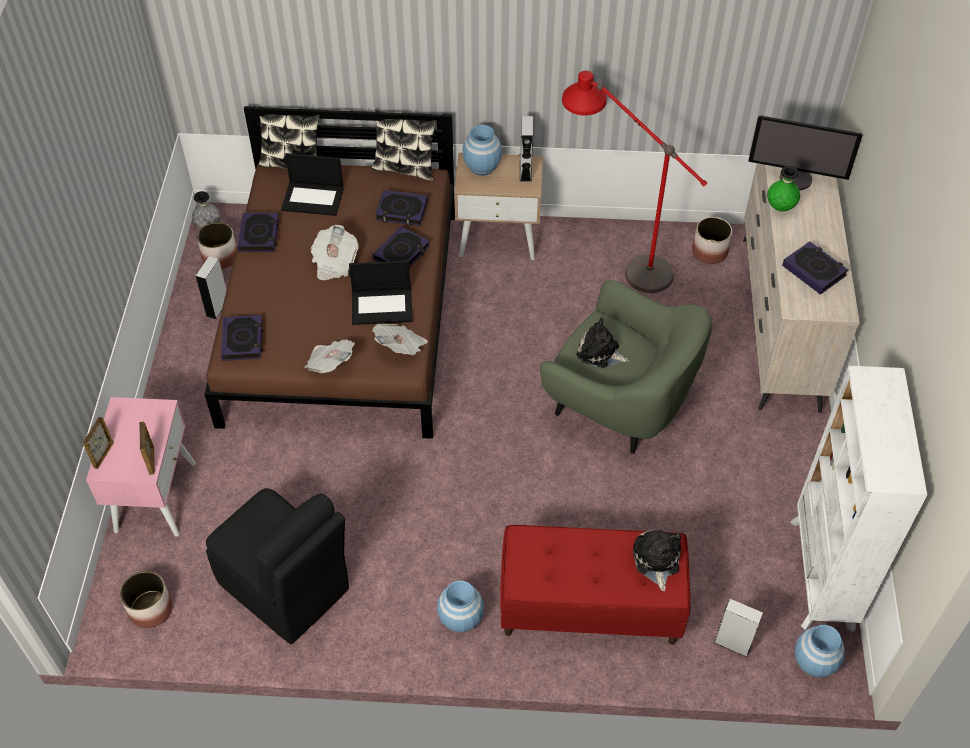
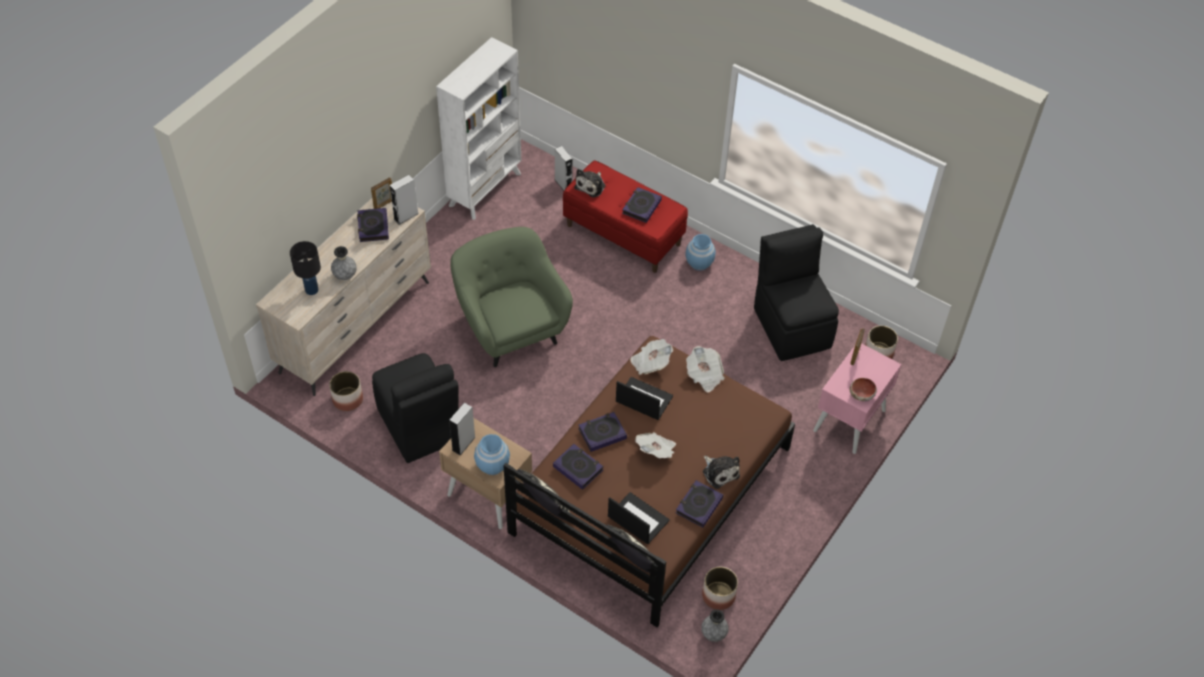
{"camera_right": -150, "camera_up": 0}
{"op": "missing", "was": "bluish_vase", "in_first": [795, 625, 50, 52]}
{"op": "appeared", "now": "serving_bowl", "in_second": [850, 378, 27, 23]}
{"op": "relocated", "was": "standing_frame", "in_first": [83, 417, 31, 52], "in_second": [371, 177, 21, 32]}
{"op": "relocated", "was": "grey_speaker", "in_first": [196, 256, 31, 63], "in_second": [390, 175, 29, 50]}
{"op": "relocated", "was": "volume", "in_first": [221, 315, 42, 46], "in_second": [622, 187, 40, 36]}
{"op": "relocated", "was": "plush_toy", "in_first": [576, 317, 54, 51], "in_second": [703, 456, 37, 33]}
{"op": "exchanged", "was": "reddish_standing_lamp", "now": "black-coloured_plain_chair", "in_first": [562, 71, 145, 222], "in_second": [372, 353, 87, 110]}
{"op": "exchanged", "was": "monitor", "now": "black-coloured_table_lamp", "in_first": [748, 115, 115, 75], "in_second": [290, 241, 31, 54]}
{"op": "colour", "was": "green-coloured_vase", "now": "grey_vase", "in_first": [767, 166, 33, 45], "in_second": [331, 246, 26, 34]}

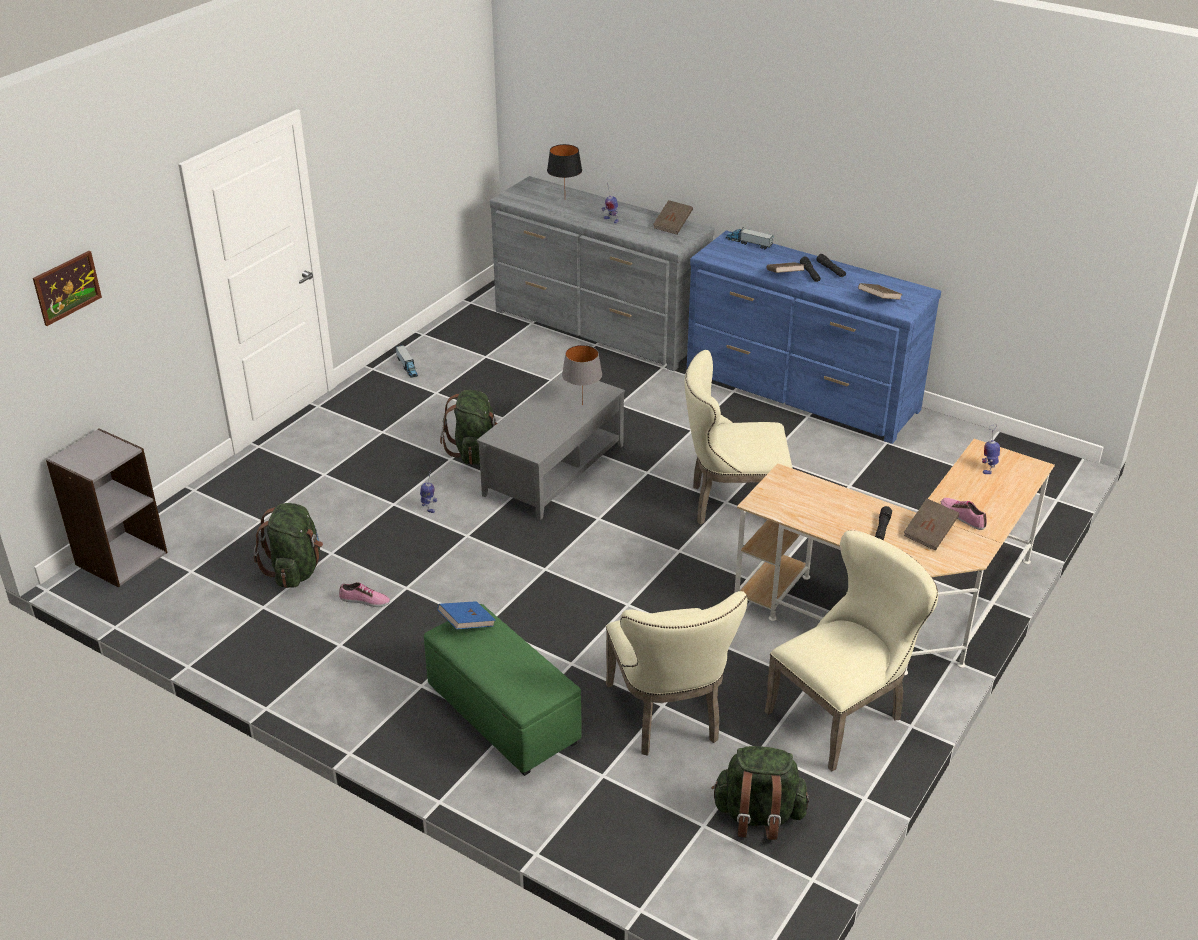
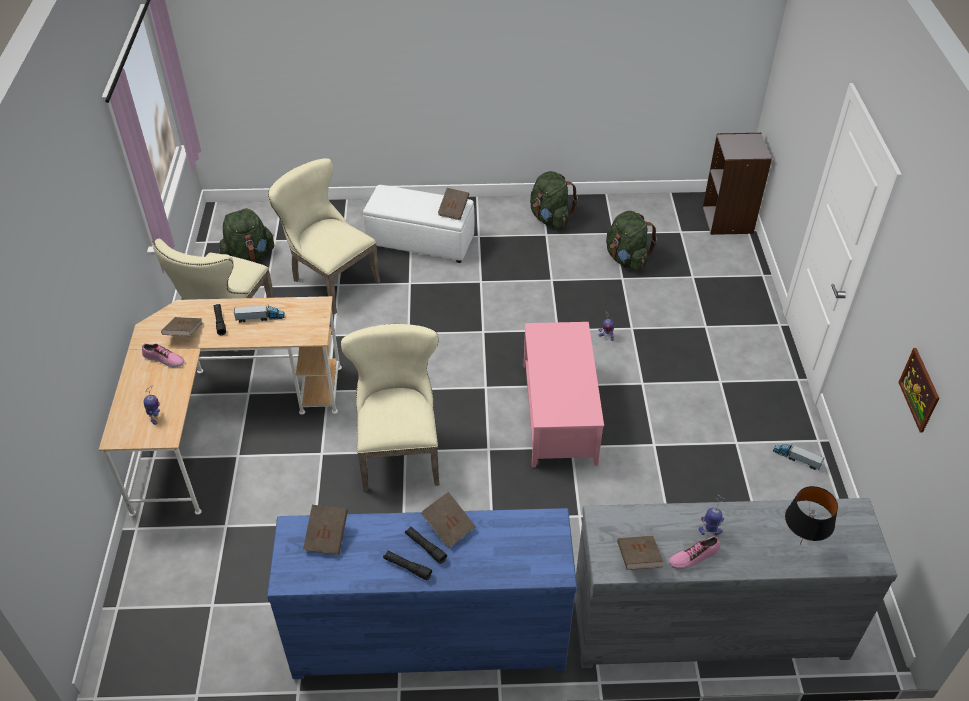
{"camera_right": 145, "camera_up": 10}
{"op": "missing", "was": "grey_table_lamp", "in_first": [562, 345, 40, 60]}
{"op": "relocated", "was": "wall_art", "in_first": [33, 251, 69, 75], "in_second": [898, 348, 41, 84]}
{"op": "relocated", "was": "low_shoe", "in_first": [339, 582, 51, 25], "in_second": [669, 536, 51, 34]}
{"op": "relocated", "was": "green-coloured_knapsack", "in_first": [440, 390, 57, 75], "in_second": [530, 171, 48, 57]}
{"op": "relocated", "was": "toy_truck", "in_first": [726, 227, 48, 22], "in_second": [234, 305, 51, 18]}
{"op": "colour", "was": "green-coloured_ottoman", "now": "whitish_ottoman", "in_first": [424, 604, 158, 172], "in_second": [363, 185, 111, 78]}
{"op": "colour", "was": "bluish_volume", "now": "brown_volume", "in_first": [437, 601, 59, 28], "in_second": [438, 188, 31, 32]}
{"op": "colour", "was": "grey_lounge_table", "now": "pink_lounge_table", "in_first": [477, 373, 148, 147], "in_second": [524, 322, 80, 146]}
{"op": "spun", "was": "beige_plain_chair", "in_first": [684, 350, 109, 175], "in_second": [341, 324, 99, 168], "clockwise": -60}

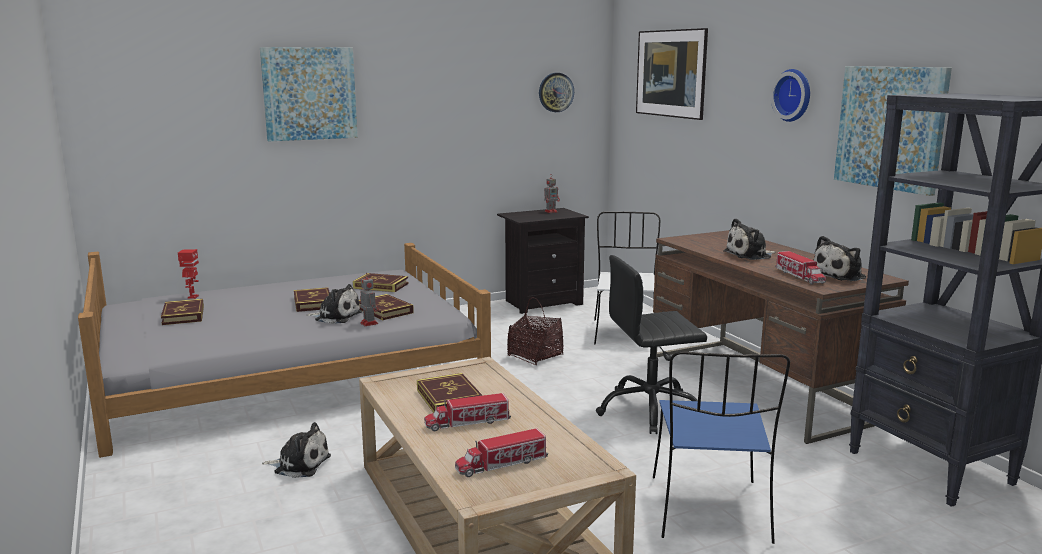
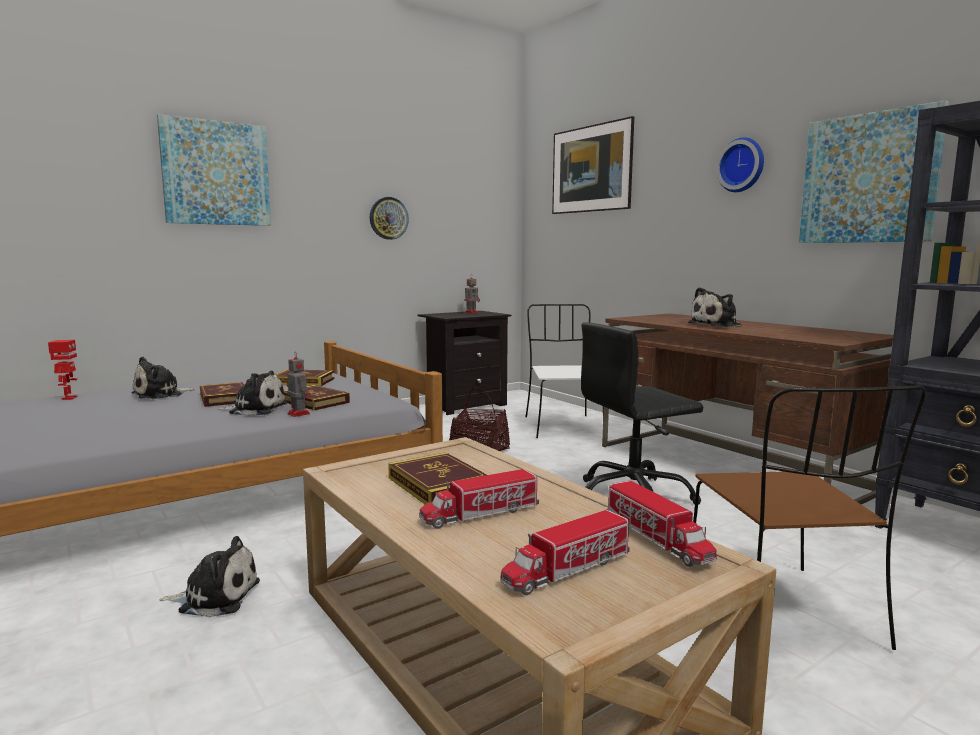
{"camera_right": -10, "camera_up": -5}
{"op": "missing", "was": "volume", "in_first": [161, 299, 43, 26]}
{"op": "relocated", "was": "wall_clock", "in_first": [539, 73, 35, 39], "in_second": [370, 197, 39, 43]}
{"op": "relocated", "was": "toy_truck", "in_first": [776, 251, 50, 34], "in_second": [607, 480, 110, 87]}
{"op": "relocated", "was": "plush_toy", "in_first": [814, 236, 52, 45], "in_second": [132, 356, 63, 43]}
{"op": "colour", "was": "bluish_plain_chair", "now": "brown_plain_chair", "in_first": [653, 351, 137, 193], "in_second": [693, 386, 233, 264]}

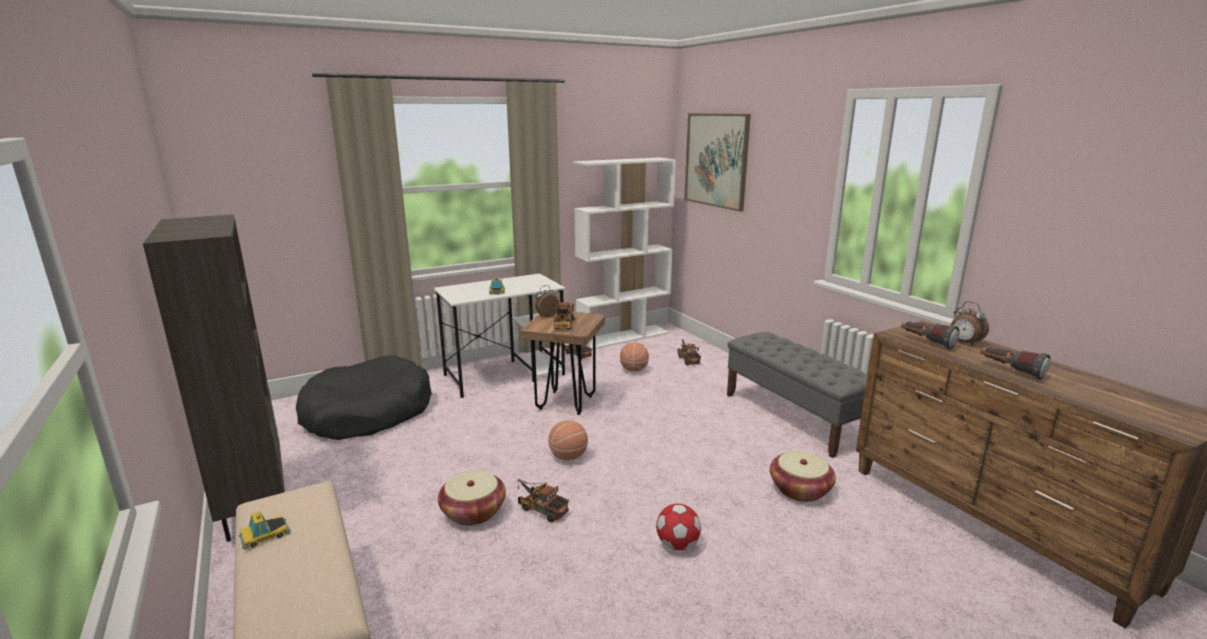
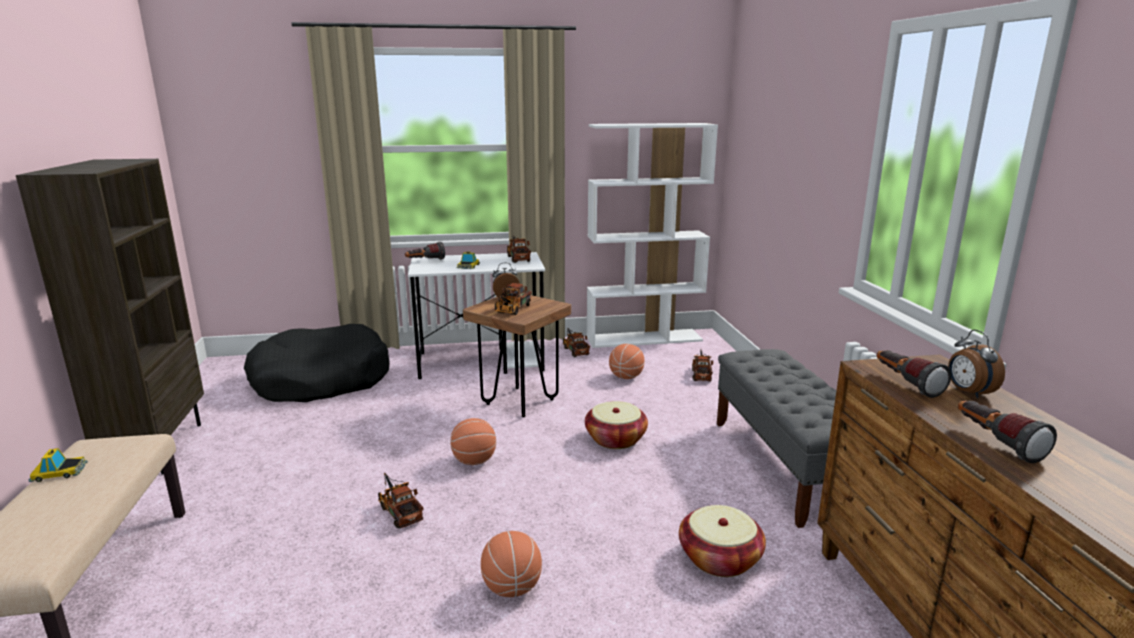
{"camera_right": 20, "camera_up": 0}
{"op": "missing", "was": "wall_art", "in_first": [684, 113, 67, 99]}
{"op": "appeared", "now": "hand_torch", "in_second": [405, 242, 40, 18]}
{"op": "appeared", "now": "toy_truck", "in_second": [507, 235, 24, 28]}
{"op": "relocated", "was": "household_basket", "in_first": [438, 470, 68, 56], "in_second": [585, 401, 63, 48]}
{"op": "exchanged", "was": "ball_for_football", "now": "ball_for_basketball", "in_first": [656, 504, 45, 46], "in_second": [481, 531, 61, 66]}

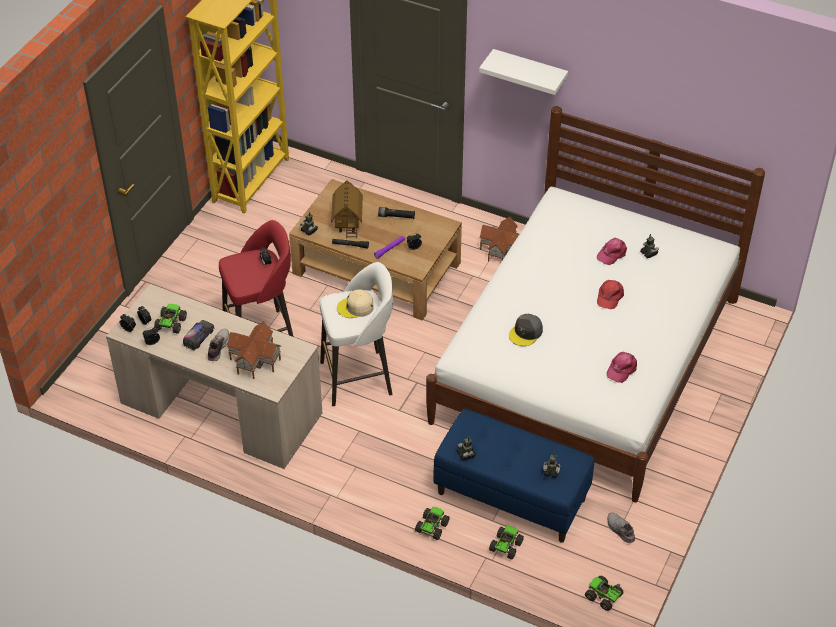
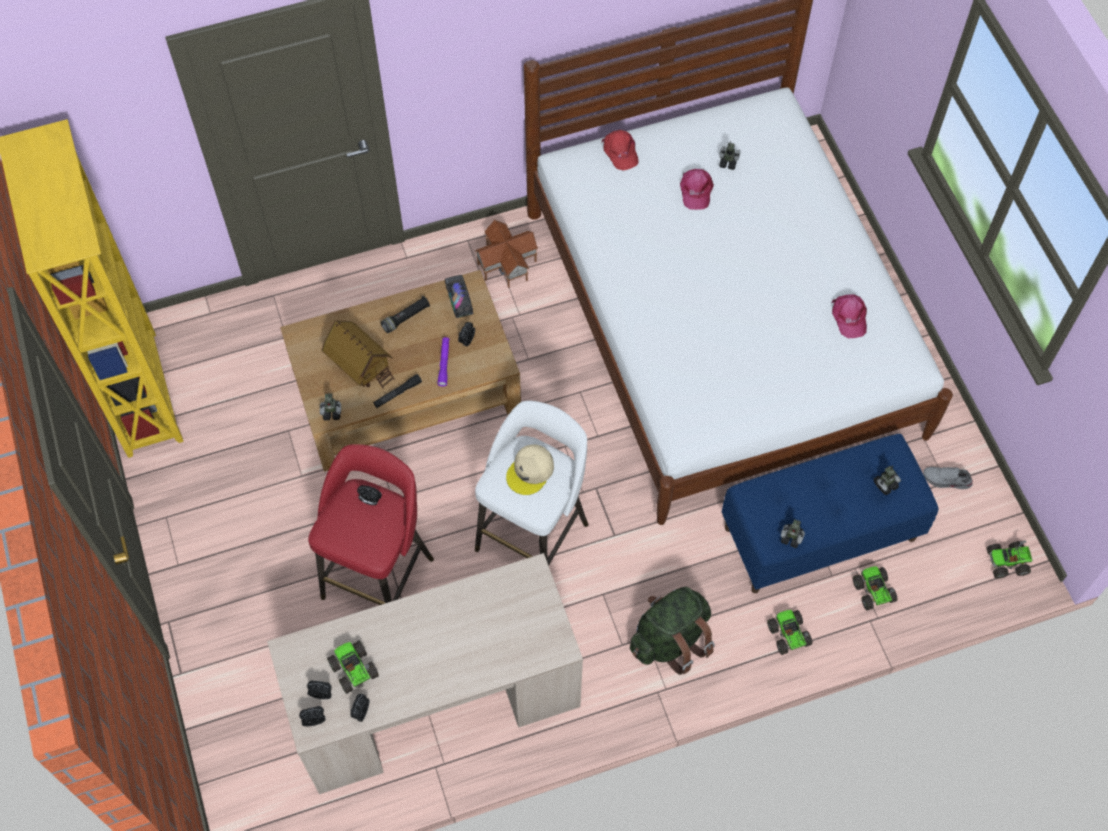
{"camera_right": -45, "camera_up": 15}
{"op": "missing", "was": "low_shoe", "in_first": [208, 328, 21, 33]}
{"op": "missing", "was": "toy_house", "in_first": [227, 322, 54, 57]}
{"op": "missing", "was": "whitish_bracket_shelf", "in_first": [479, 49, 89, 46]}
{"op": "missing", "was": "grey_cap", "in_first": [509, 314, 34, 32]}
{"op": "appeared", "now": "green-coloured_knapsack", "in_second": [630, 587, 85, 88]}
{"op": "relocated", "was": "toy_truck", "in_first": [183, 320, 31, 31], "in_second": [445, 275, 28, 43]}
{"op": "relocated", "was": "reddish_cap", "in_first": [597, 280, 27, 29], "in_second": [602, 130, 37, 41]}

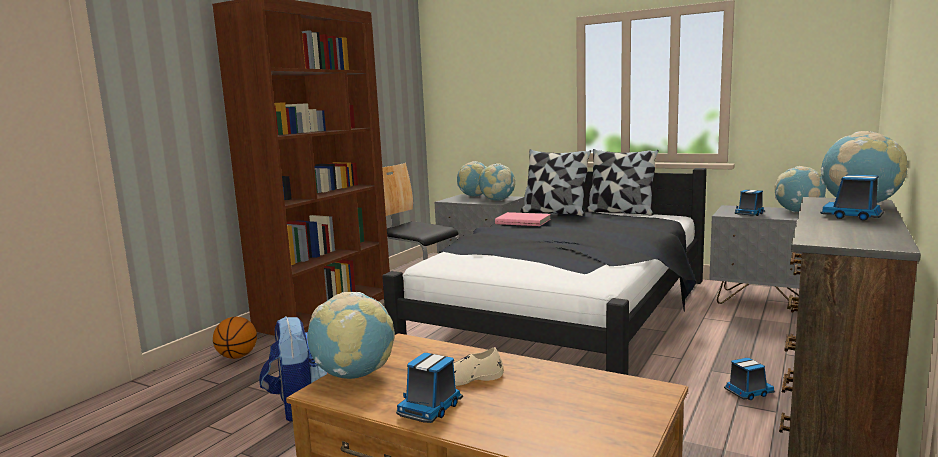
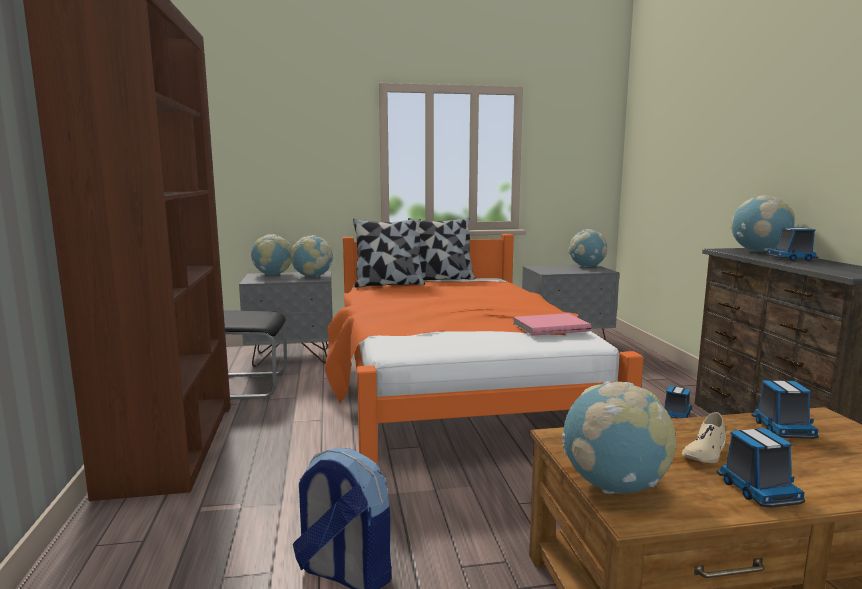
{"camera_right": -40, "camera_up": 0}
{"op": "missing", "was": "ball_for_basketball", "in_first": [213, 317, 44, 42]}
{"op": "relocated", "was": "pink_volume", "in_first": [495, 212, 56, 14], "in_second": [513, 313, 78, 23]}
{"op": "relocated", "was": "toy_truck", "in_first": [735, 190, 30, 26], "in_second": [751, 380, 68, 59]}
{"op": "colour", "was": "black-coloured_bed", "now": "orange-coloured_bed", "in_first": [382, 168, 325, 207], "in_second": [325, 234, 318, 231]}

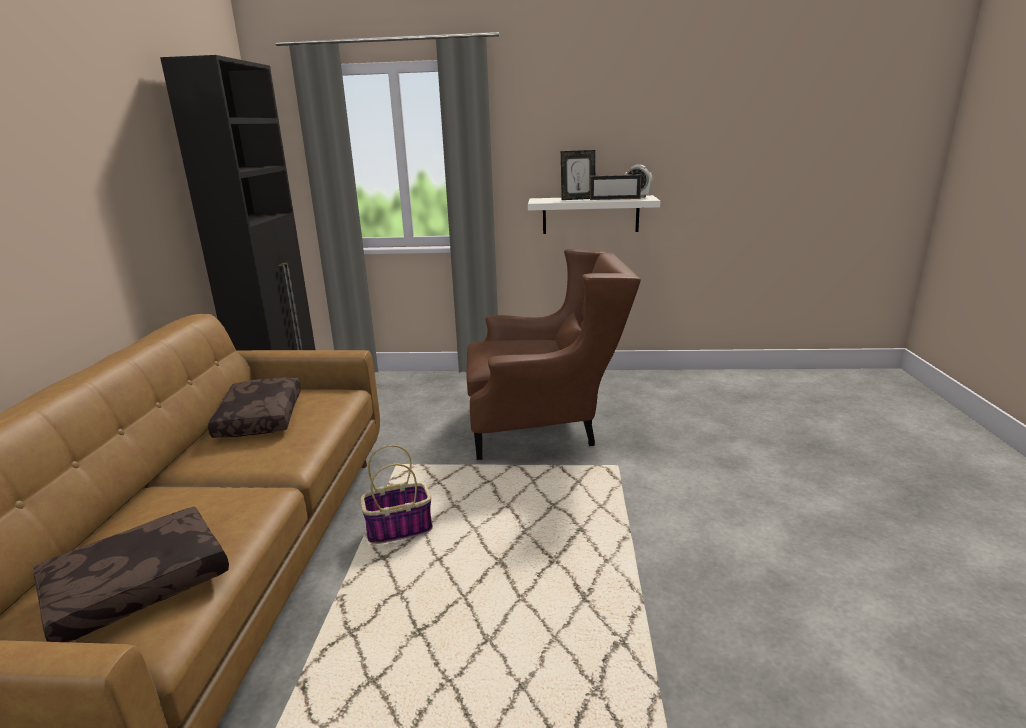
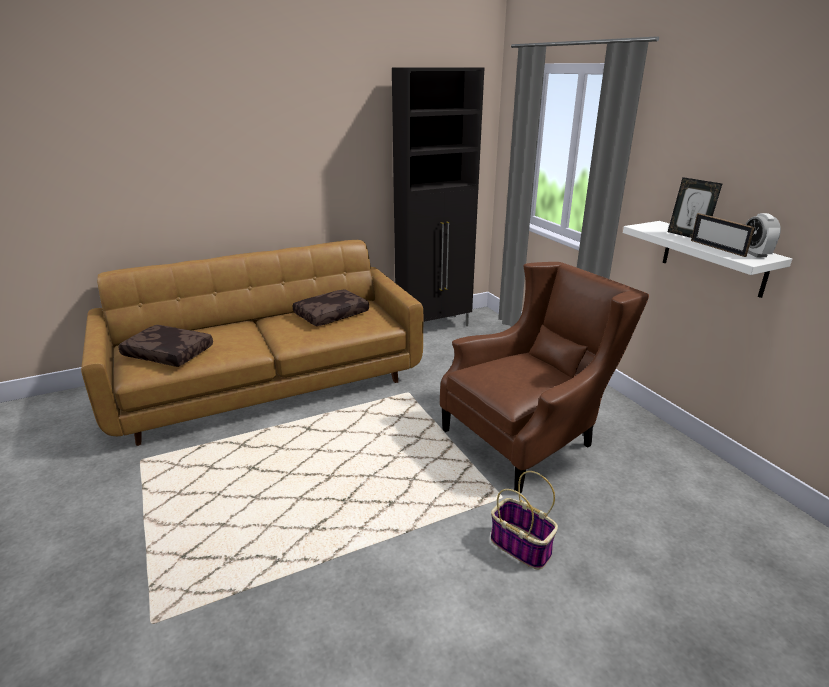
{"camera_right": 60, "camera_up": 5}
{"op": "relocated", "was": "household_basket", "in_first": [360, 445, 73, 99], "in_second": [491, 471, 67, 99]}
{"op": "spun", "was": "brown_armchair", "in_first": [466, 249, 175, 211], "in_second": [440, 262, 209, 231], "clockwise": -90}

